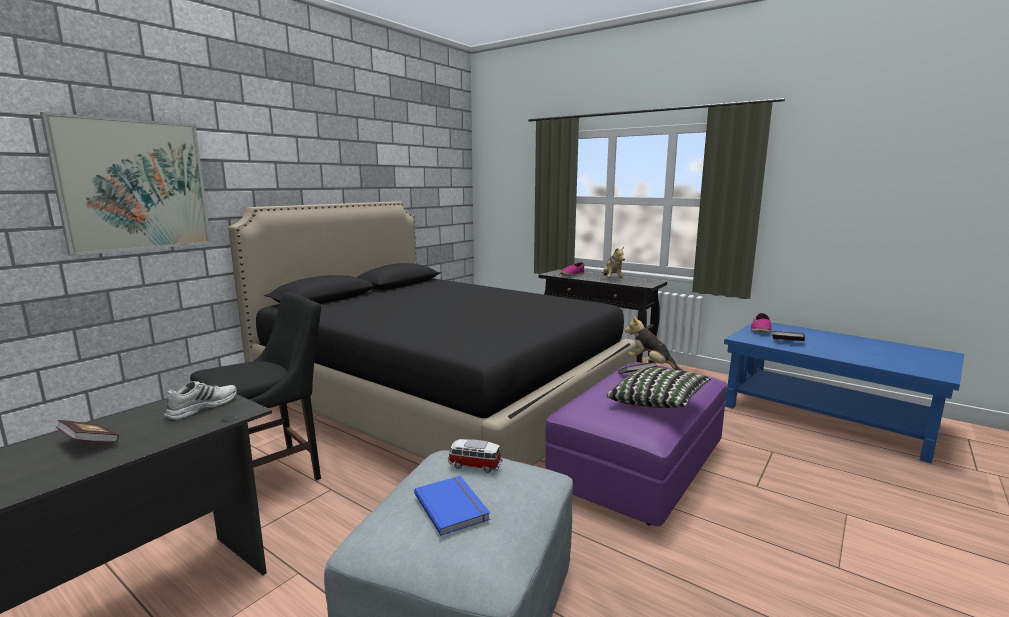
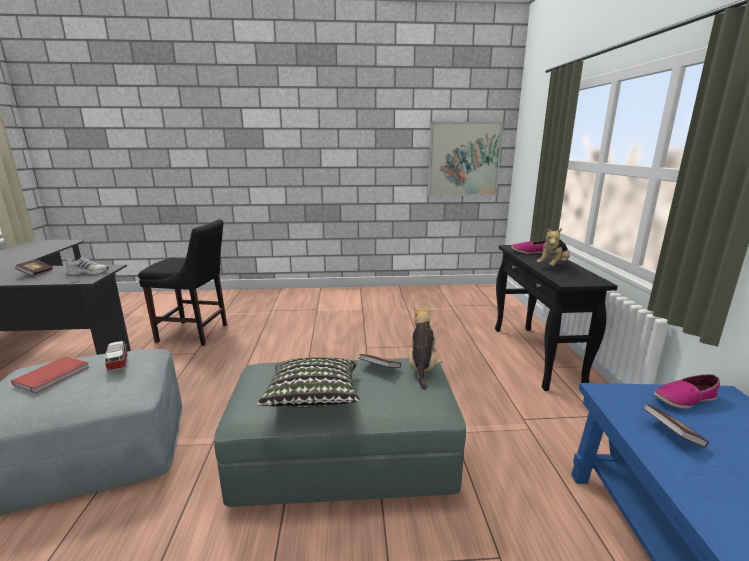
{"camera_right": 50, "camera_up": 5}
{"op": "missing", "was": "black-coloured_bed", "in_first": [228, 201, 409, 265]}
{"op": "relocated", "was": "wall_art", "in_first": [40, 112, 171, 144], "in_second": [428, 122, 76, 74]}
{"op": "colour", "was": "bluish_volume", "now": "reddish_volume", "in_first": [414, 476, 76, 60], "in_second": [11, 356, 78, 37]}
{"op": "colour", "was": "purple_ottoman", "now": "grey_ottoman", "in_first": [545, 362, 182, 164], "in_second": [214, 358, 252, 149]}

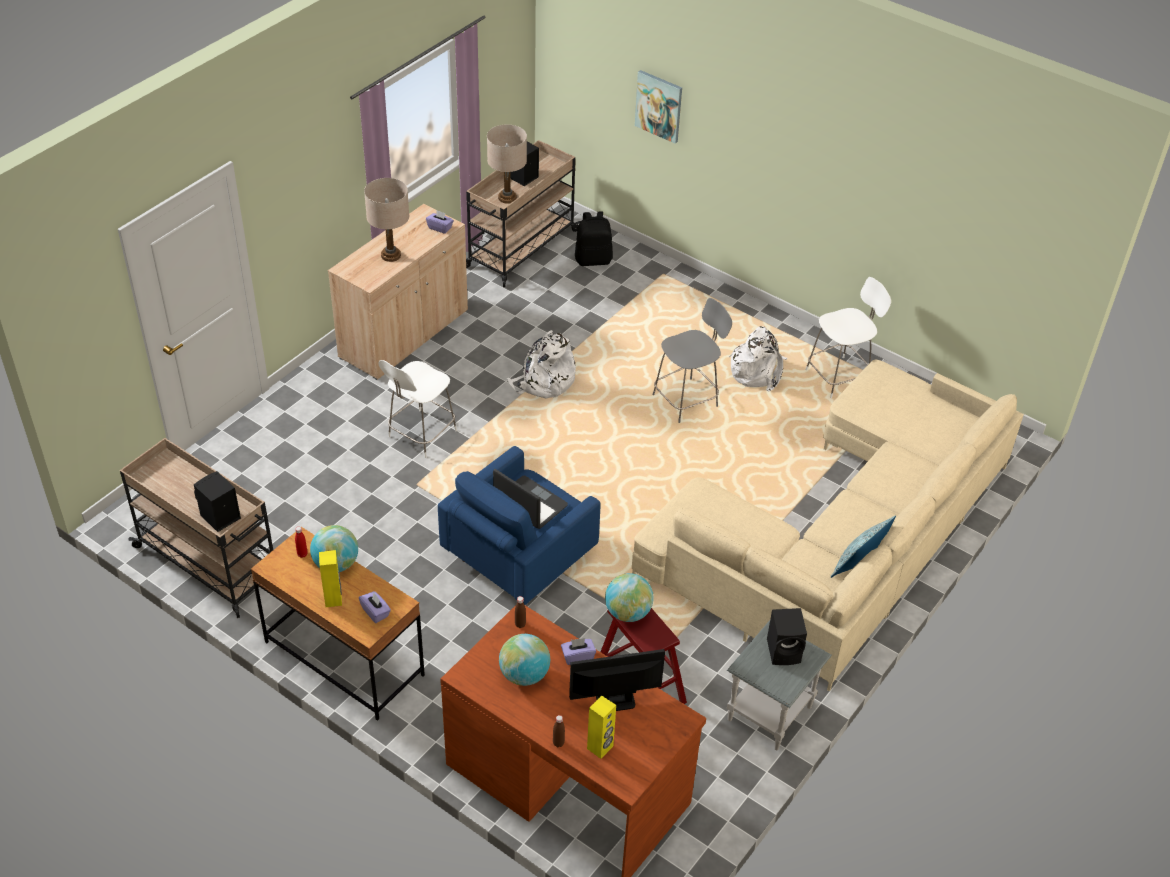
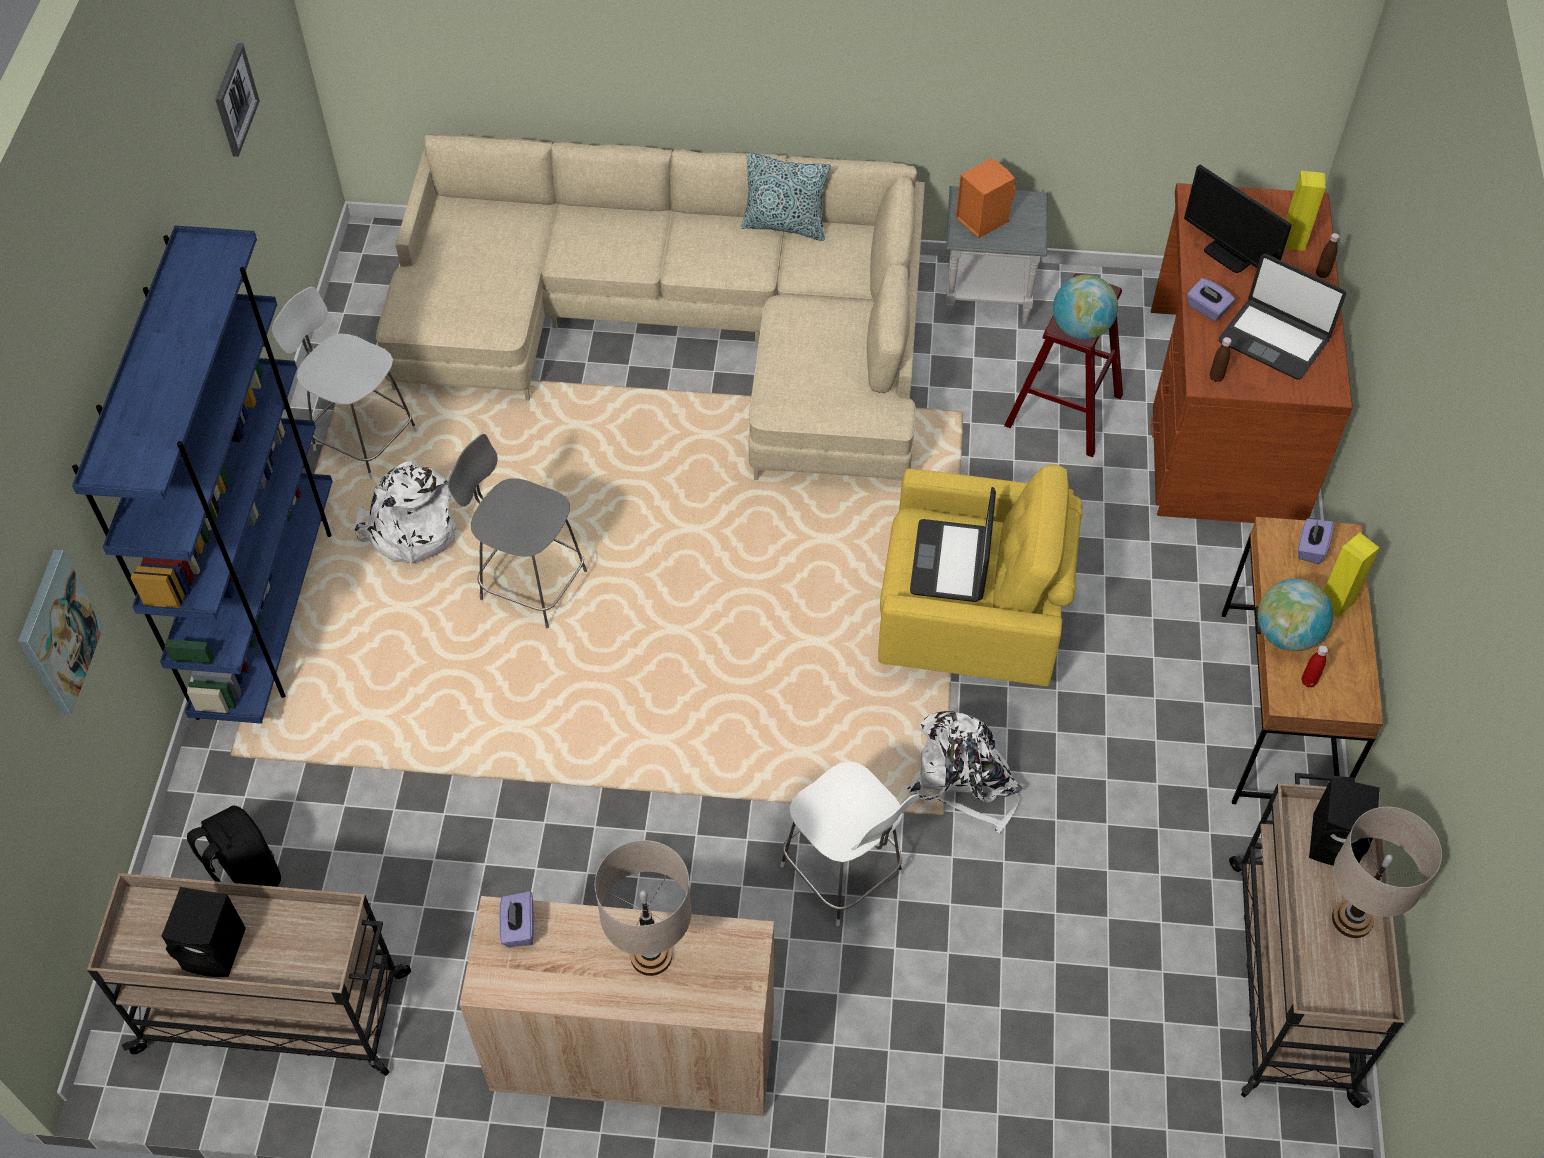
{"camera_right": -120, "camera_up": 10}
{"op": "appeared", "now": "bluish_bookcase", "in_second": [72, 226, 261, 498]}
{"op": "appeared", "now": "wall_art", "in_second": [215, 43, 45, 114]}
{"op": "relocated", "was": "beige_table_lamp", "in_first": [487, 125, 40, 79], "in_second": [1332, 807, 110, 131]}
{"op": "relocated", "was": "whitish_knapsack", "in_first": [507, 330, 69, 69], "in_second": [907, 711, 115, 122]}
{"op": "exchanged", "was": "desk_globe", "now": "laptop", "in_first": [499, 634, 51, 52], "in_second": [1219, 254, 127, 126]}
{"op": "colour", "was": "bluish_armchair", "now": "yellow_armchair", "in_first": [438, 446, 162, 159], "in_second": [878, 464, 205, 222]}
{"op": "colour", "was": "black-coloured_speaker", "now": "orange-coloured_speaker", "in_first": [767, 608, 40, 57], "in_second": [956, 158, 59, 80]}
{"op": "spun", "was": "whitish_plain_chair", "in_first": [378, 360, 79, 98], "in_second": [780, 761, 140, 165], "clockwise": 45}

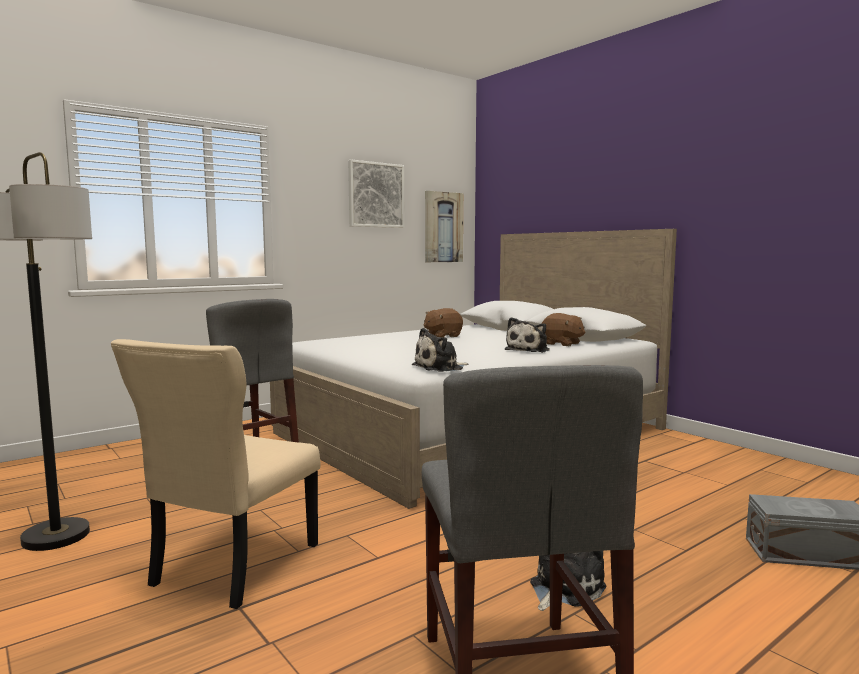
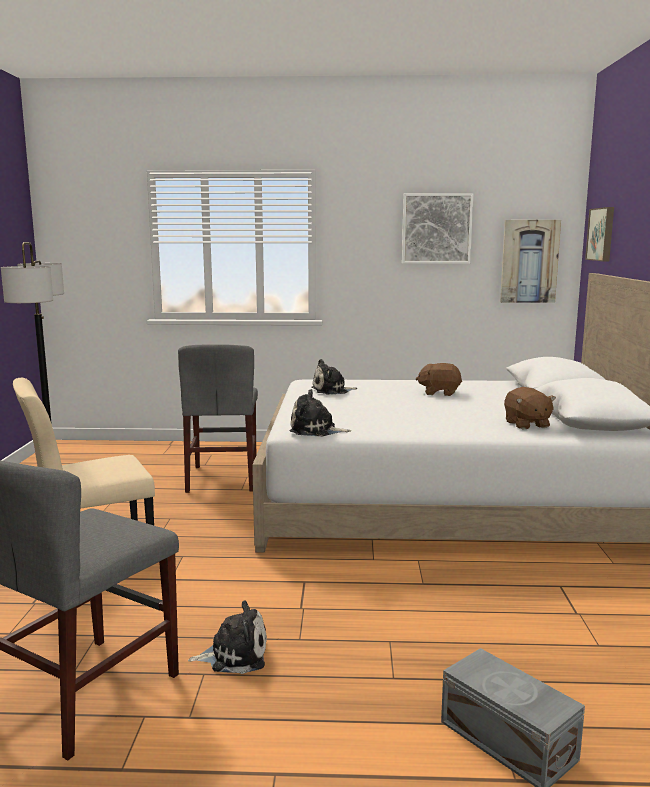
{"camera_right": 40, "camera_up": 5}
{"op": "appeared", "now": "wall_art", "in_second": [585, 207, 29, 54]}
{"op": "relocated", "was": "plush_toy", "in_first": [505, 317, 45, 36], "in_second": [311, 359, 46, 36]}

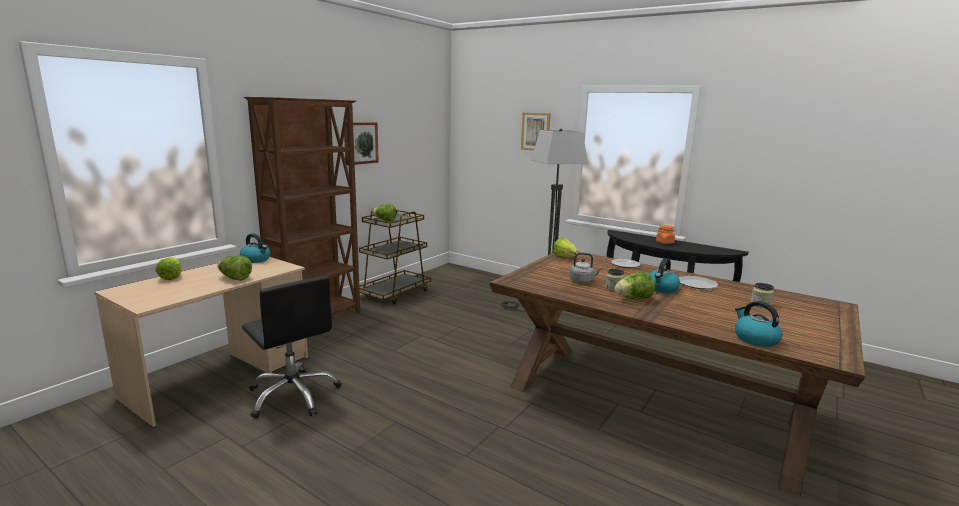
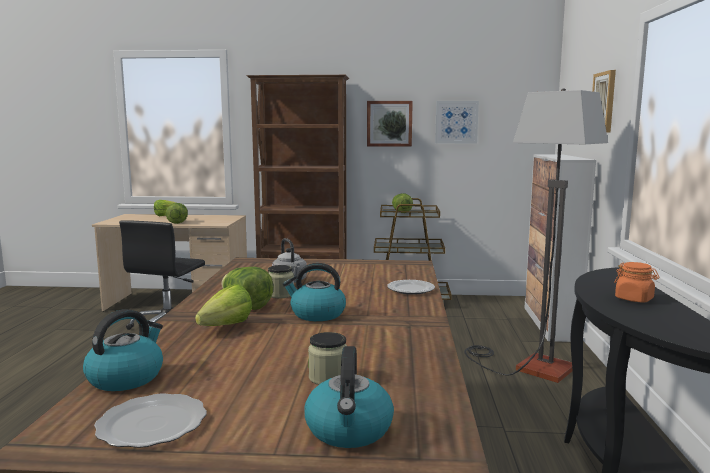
{"camera_right": 60, "camera_up": -5}
{"op": "appeared", "now": "wall_art", "in_second": [435, 101, 44, 42]}
{"op": "appeared", "now": "cabinet", "in_second": [525, 154, 71, 188]}
{"op": "relocated", "was": "tea_kettle", "in_first": [240, 233, 30, 30], "in_second": [304, 346, 90, 102]}
{"op": "relocated", "was": "lettuce", "in_first": [553, 238, 26, 19], "in_second": [195, 284, 57, 42]}
{"op": "relocated", "was": "flat_dish", "in_first": [678, 276, 40, 13], "in_second": [94, 393, 113, 55]}

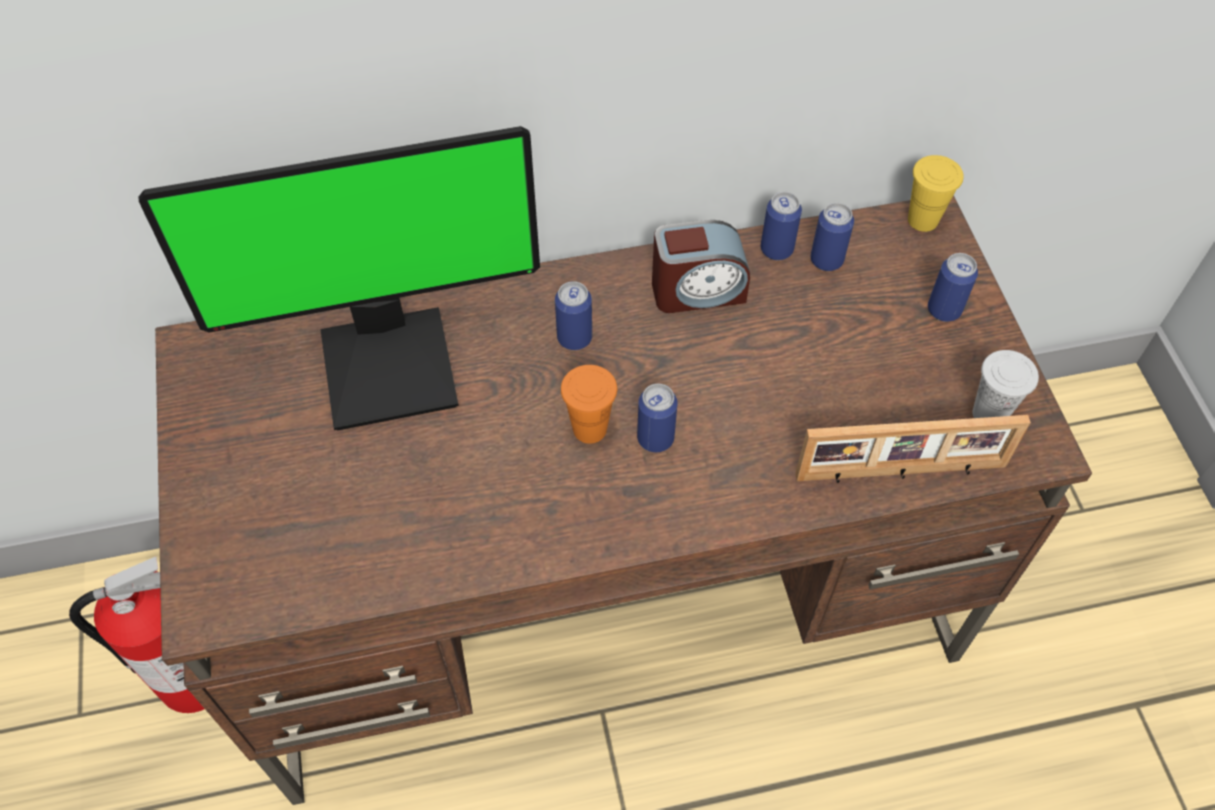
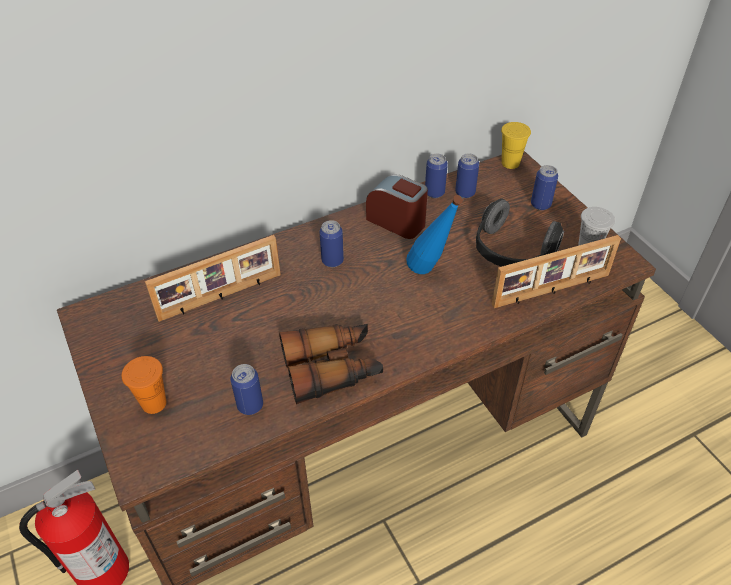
{"camera_right": -15, "camera_up": -10}
{"op": "appeared", "now": "field_glasses", "in_second": [279, 324, 104, 81]}
{"op": "appeared", "now": "bluish_bottle", "in_second": [406, 195, 57, 79]}
{"op": "appeared", "now": "headset", "in_second": [476, 198, 88, 69]}
{"op": "relocated", "was": "orange-coloured_drinking_cup", "in_first": [561, 365, 56, 79], "in_second": [122, 356, 44, 58]}
{"op": "relocated", "was": "sealed_can", "in_first": [637, 384, 41, 68], "in_second": [230, 364, 33, 51]}
{"op": "exchanged", "was": "monitor", "now": "standing_frame", "in_first": [139, 126, 401, 305], "in_second": [145, 235, 136, 87]}
{"op": "spun", "was": "bedside_clock", "in_first": [652, 220, 98, 93], "in_second": [366, 174, 62, 65], "clockwise": -120}

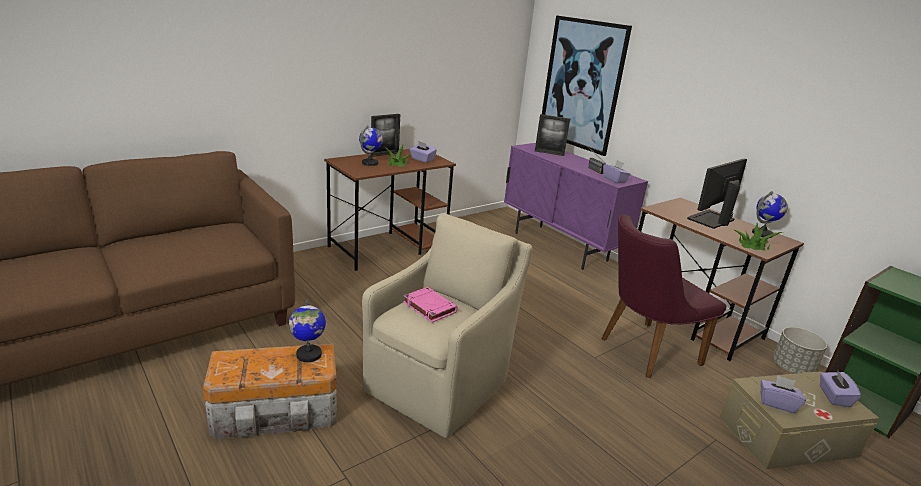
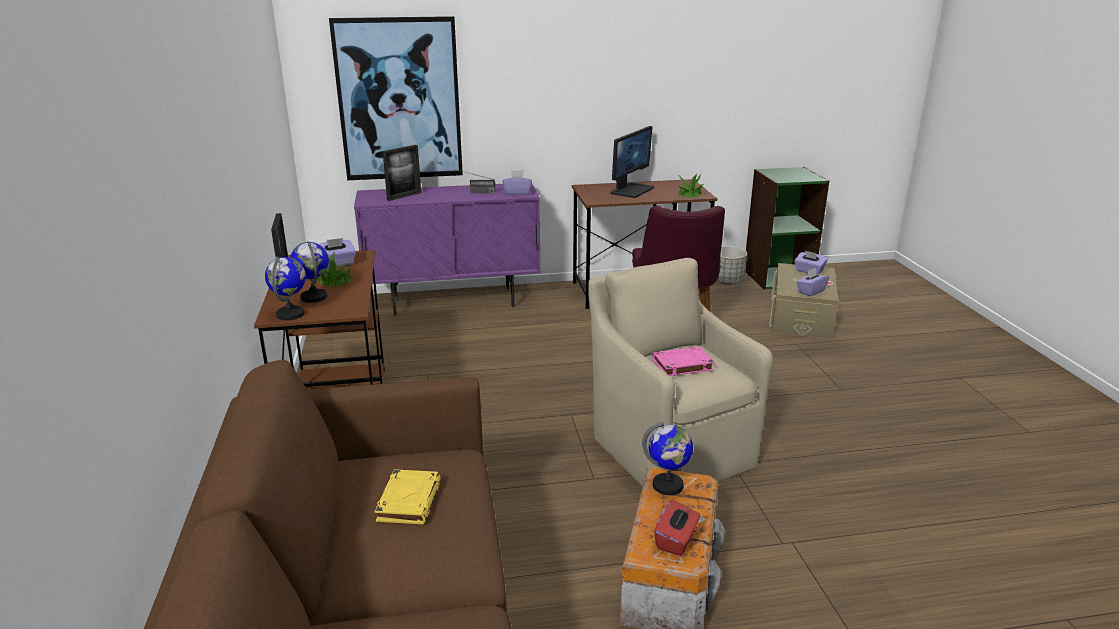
{"camera_right": -60, "camera_up": 0}
{"op": "appeared", "now": "yellow_volume", "in_second": [375, 469, 66, 55]}
{"op": "appeared", "now": "reddish_tissue_holder", "in_second": [654, 500, 47, 56]}
{"op": "relocated", "was": "desk_globe", "in_first": [752, 191, 36, 47], "in_second": [265, 257, 41, 63]}
{"op": "spun", "was": "monitor", "in_first": [687, 159, 60, 70], "in_second": [610, 126, 44, 72], "clockwise": -135}

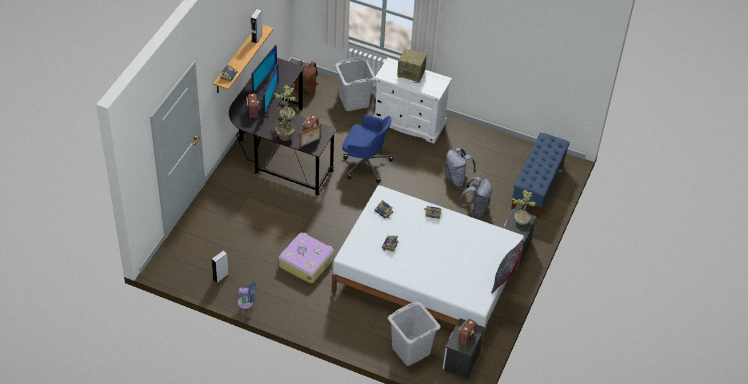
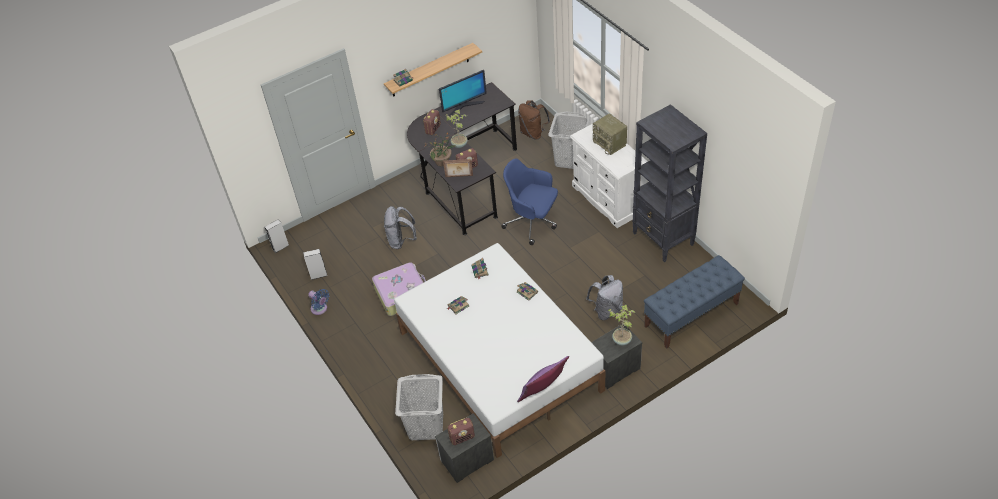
{"camera_right": 40, "camera_up": 0}
{"op": "missing", "was": "monitor", "in_first": [260, 63, 20, 55]}
{"op": "appeared", "now": "black-coloured_bookcase", "in_second": [632, 104, 75, 158]}
{"op": "relocated", "was": "grey_speaker", "in_first": [251, 9, 12, 35], "in_second": [265, 219, 24, 34]}
{"op": "relocated", "was": "grey_knapsack", "in_first": [445, 147, 31, 40], "in_second": [384, 206, 33, 43]}
{"op": "colour", "was": "grey_cushion", "now": "purple_cushion", "in_first": [491, 240, 32, 53], "in_second": [517, 356, 52, 46]}
{"op": "spun", "was": "bluish_desk_chair", "in_first": [342, 114, 52, 69], "in_second": [501, 159, 57, 86], "clockwise": 150}

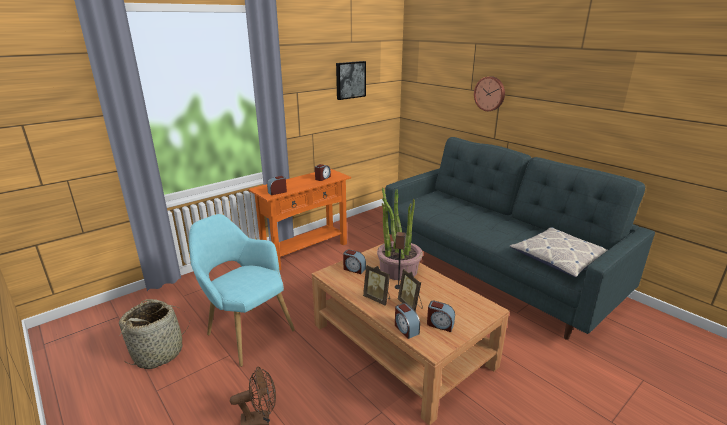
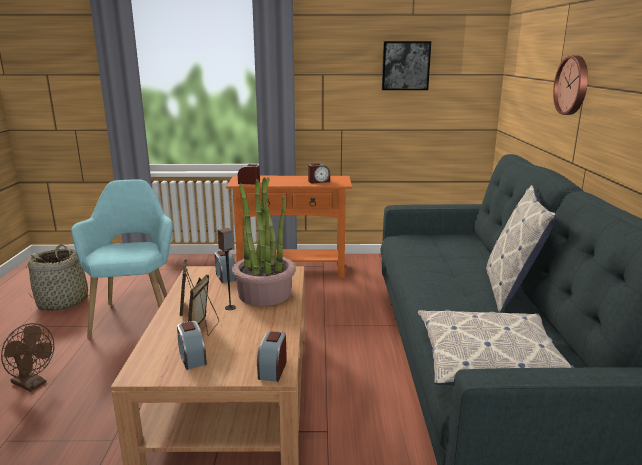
{"camera_right": 40, "camera_up": -5}
{"op": "appeared", "now": "cushion", "in_second": [486, 185, 71, 128]}
{"op": "relocated", "was": "bedside_clock", "in_first": [395, 303, 25, 36], "in_second": [257, 331, 30, 51]}

